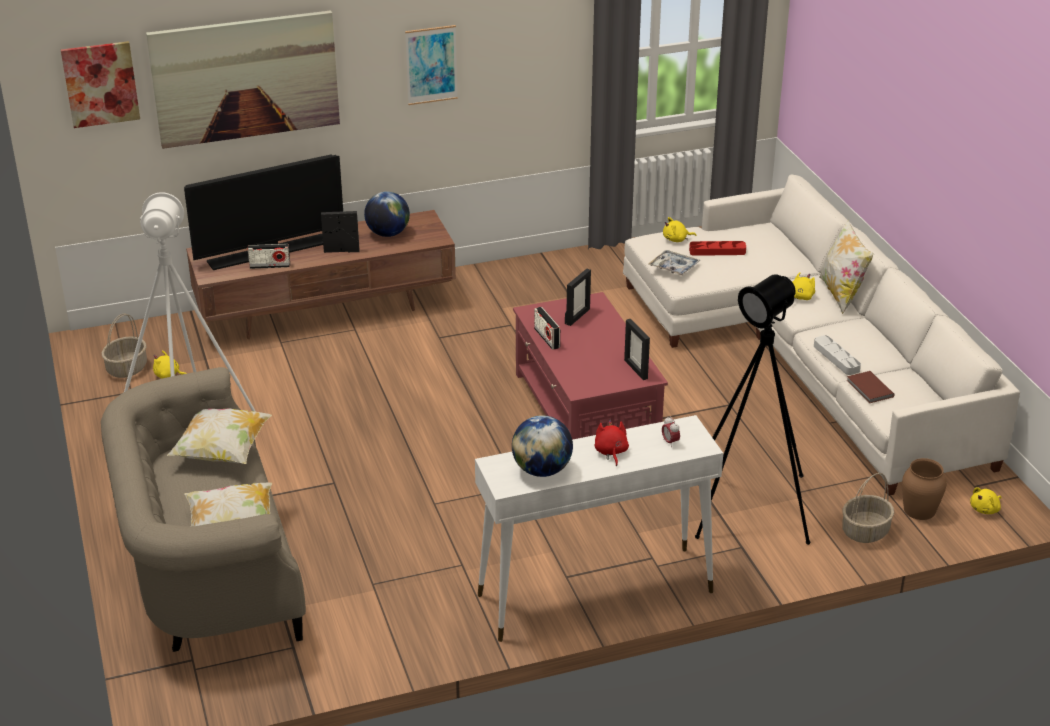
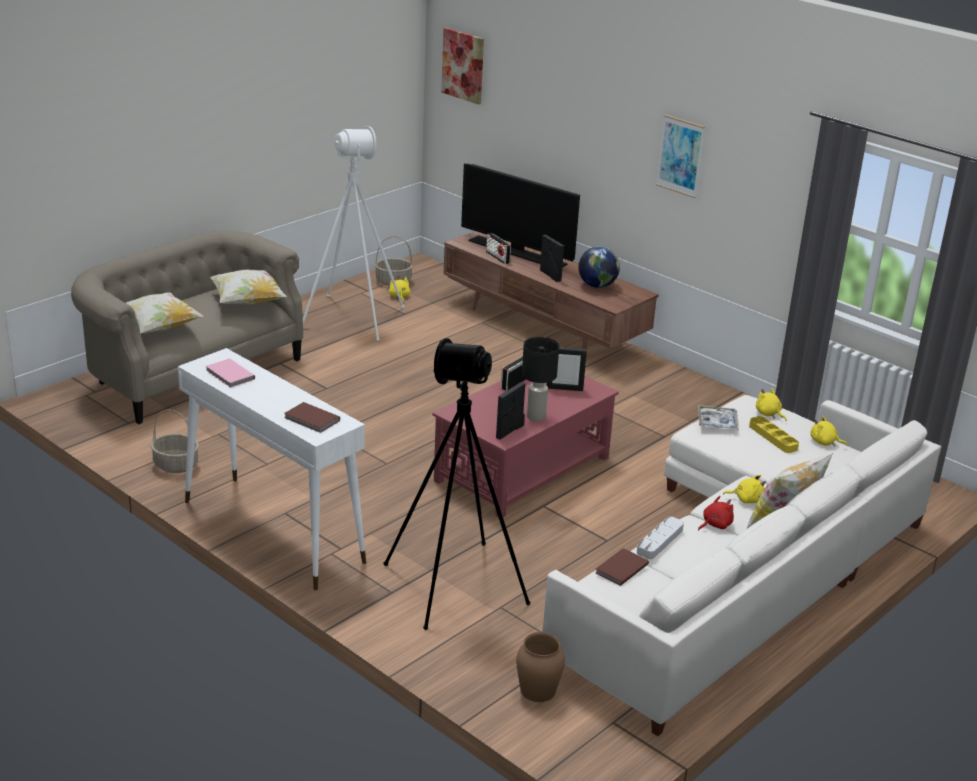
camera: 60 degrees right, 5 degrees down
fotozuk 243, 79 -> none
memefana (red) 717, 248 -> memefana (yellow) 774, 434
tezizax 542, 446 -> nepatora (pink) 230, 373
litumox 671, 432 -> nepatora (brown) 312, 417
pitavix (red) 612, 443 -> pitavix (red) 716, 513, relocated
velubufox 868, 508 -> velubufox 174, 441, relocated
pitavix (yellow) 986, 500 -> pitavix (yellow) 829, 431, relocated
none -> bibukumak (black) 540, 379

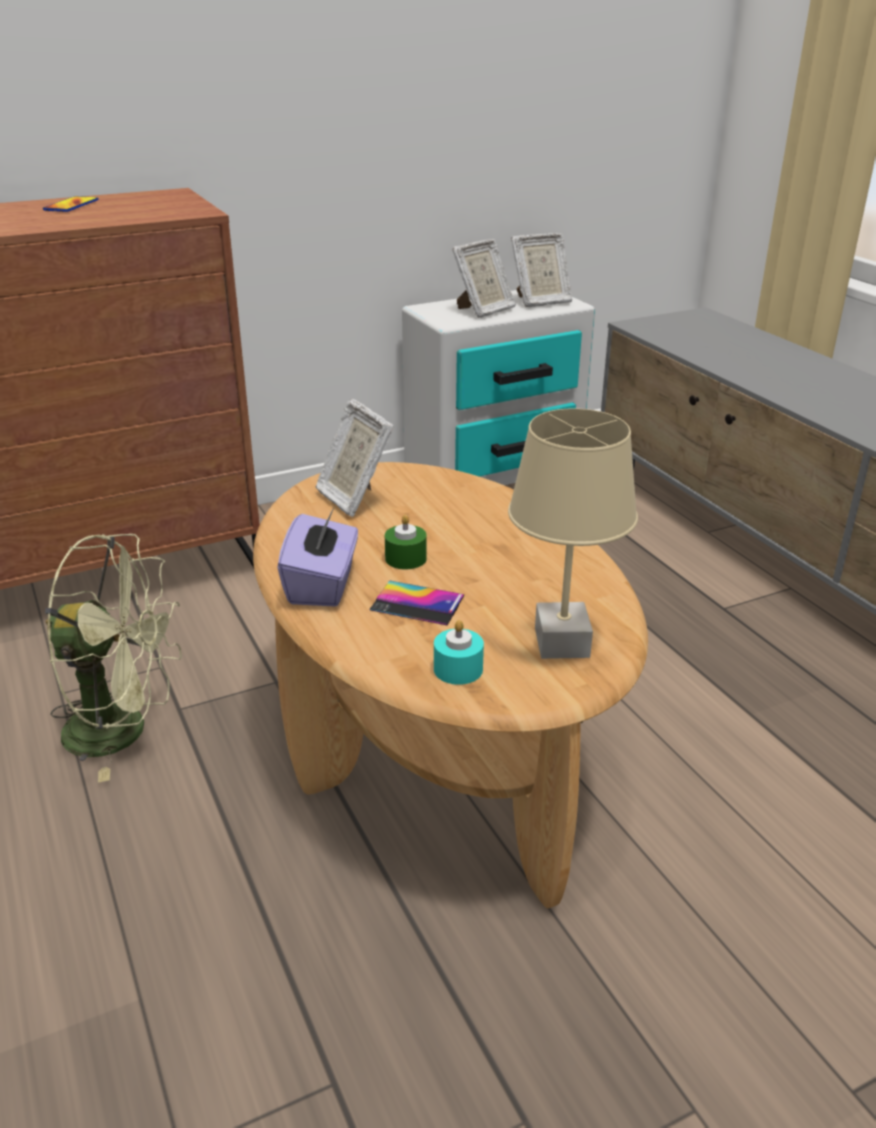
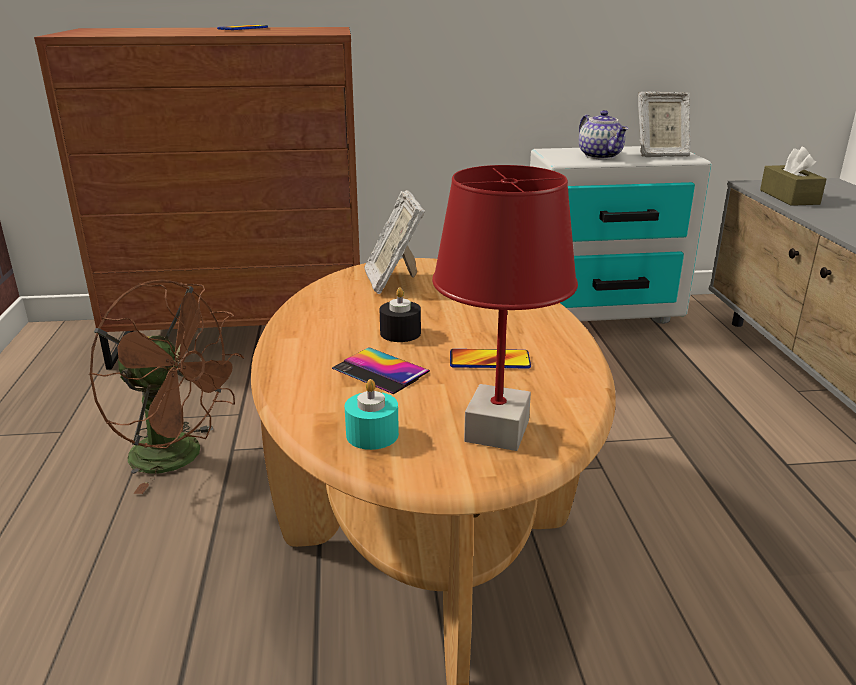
camera: 20 degrees right, 5 degrees down
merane 484, 278 -> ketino 603, 135
bibukumak (beige) 573, 533 -> bibukumak (red) 505, 308
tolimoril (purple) 317, 557 -> none
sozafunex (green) 406, 542 -> sozafunex (black) 400, 314
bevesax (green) 113, 658 -> bevesax (brown) 166, 386
none -> tolimoril (brown) 793, 176
none -> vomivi 490, 359

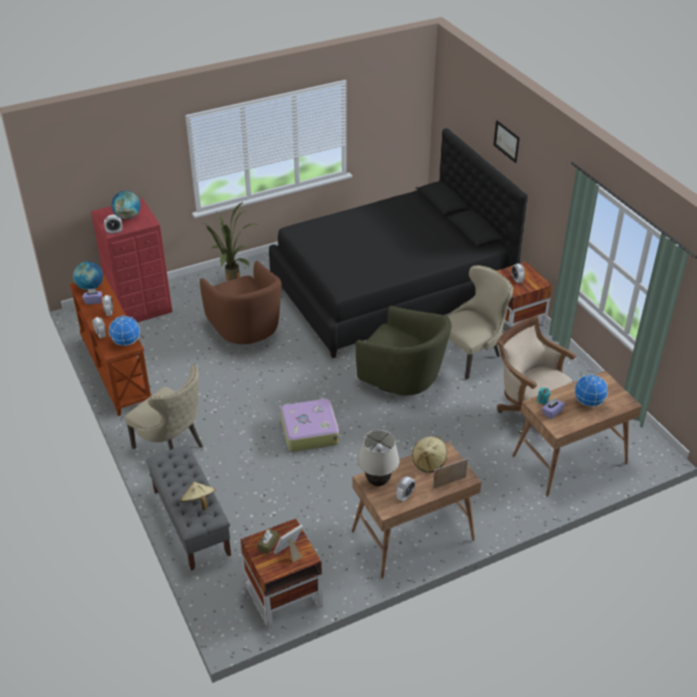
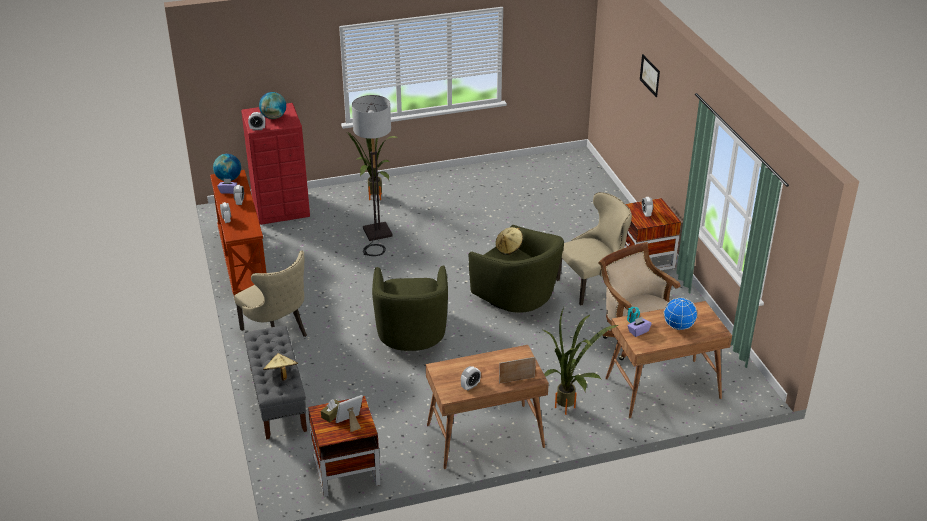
camera: 10 degrees right, 5 degrees down
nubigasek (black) 398, 243 -> none
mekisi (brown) 240, 302 -> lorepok 372, 176
tezizax 124, 330 -> none
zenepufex 309, 425 -> mekisi (green) 410, 308
bibukumak (beige) 379, 458 -> none
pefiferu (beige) 429, 454 -> pefiferu (beige) 509, 241, relocated
none -> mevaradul 580, 361

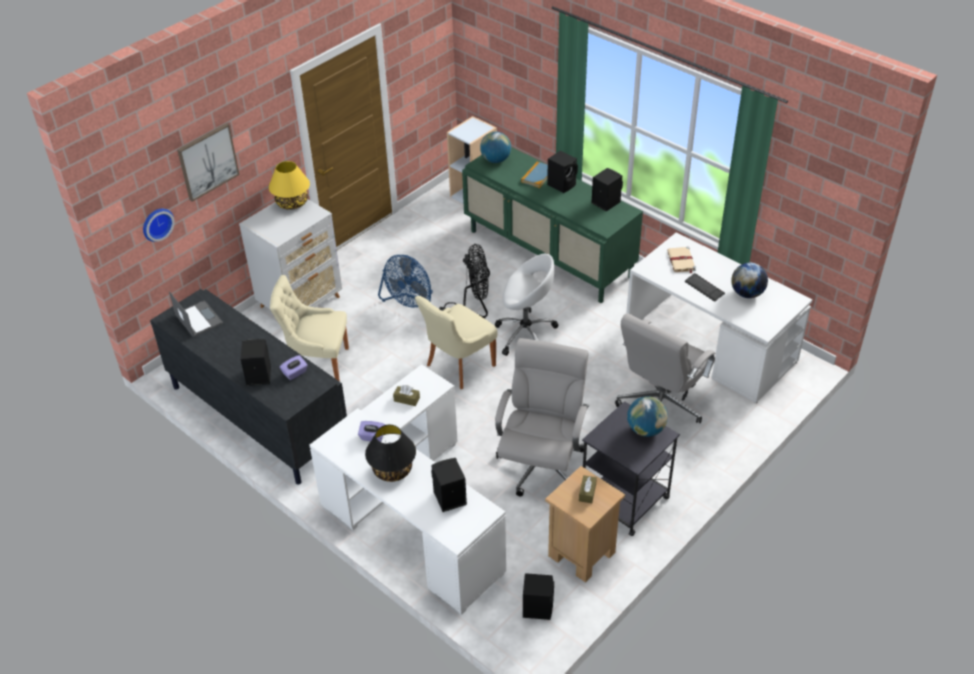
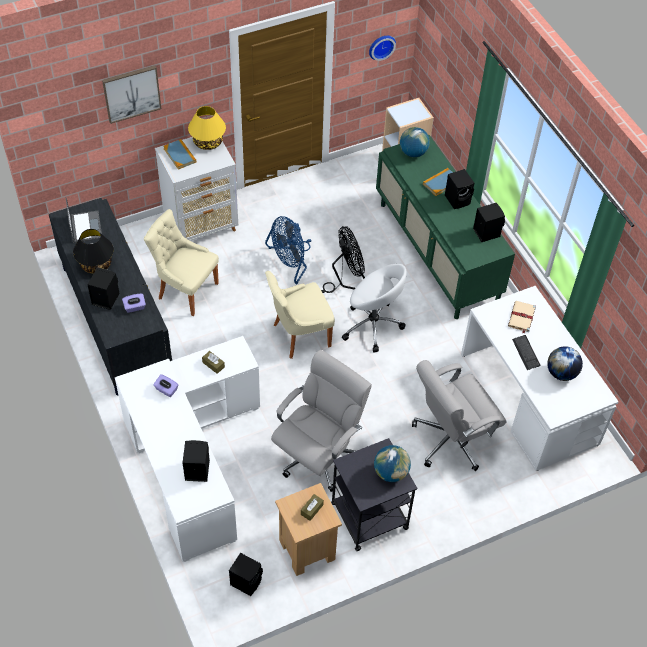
camera: 20 degrees right, 10 degrees up
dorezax 159, 225 -> dorezax 382, 48, relocated
bevesax (black) 464, 281 -> bevesax (black) 343, 259, 45 degrees counterclockwise
bibukumak (black) 390, 453 -> bibukumak (black) 93, 251, relocated
none -> nepatora 179, 154

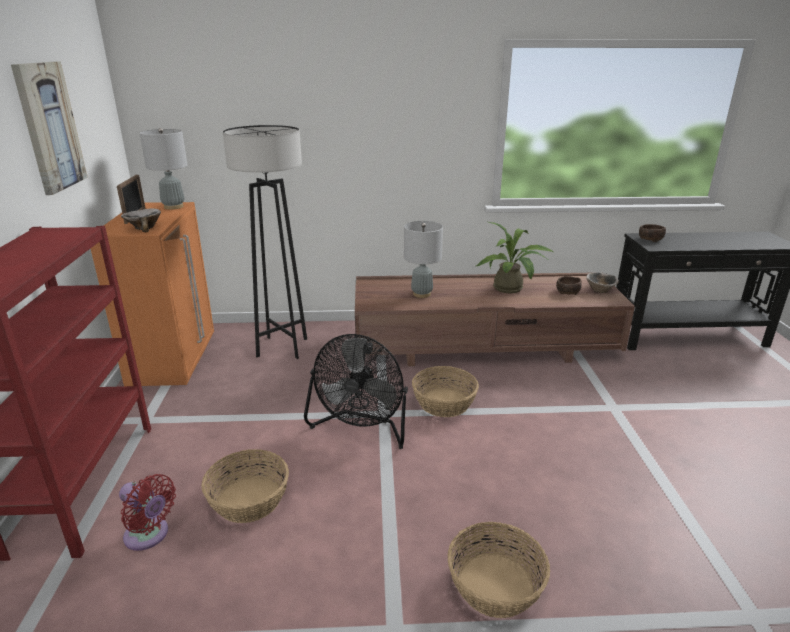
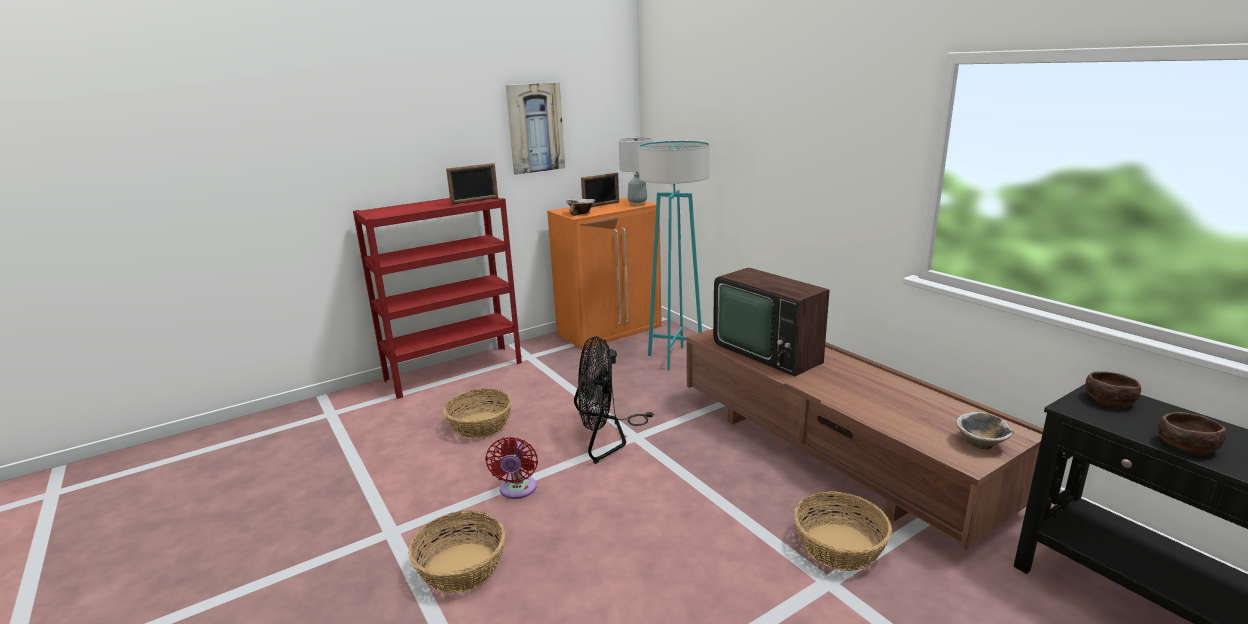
camera: 60 degrees right, 5 degrees down
lorepok (grey) 265, 242 -> lorepok (turquoise) 674, 256
bibukumak (grey) 423, 259 -> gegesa 771, 322
mevaradul 514, 257 -> none
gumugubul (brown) 569, 285 -> gumugubul (brown) 1192, 434, relocated
velubufox 445, 391 -> velubufox 843, 531, relocated
bevesax (red) 147, 512 -> bevesax (red) 511, 467, relocated
none -> merane 472, 184

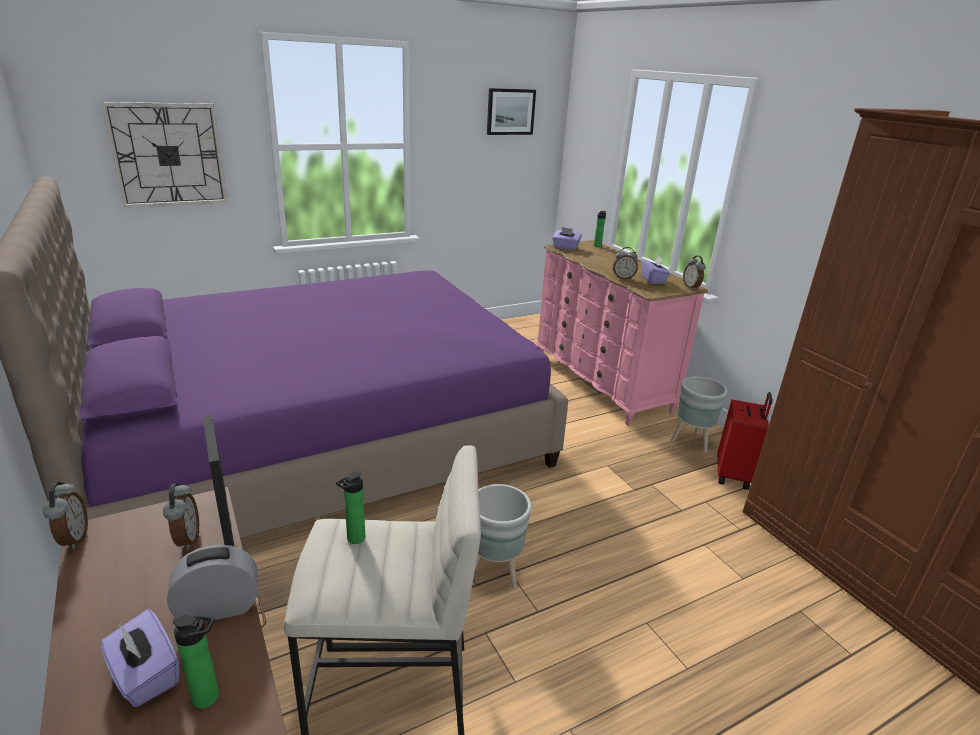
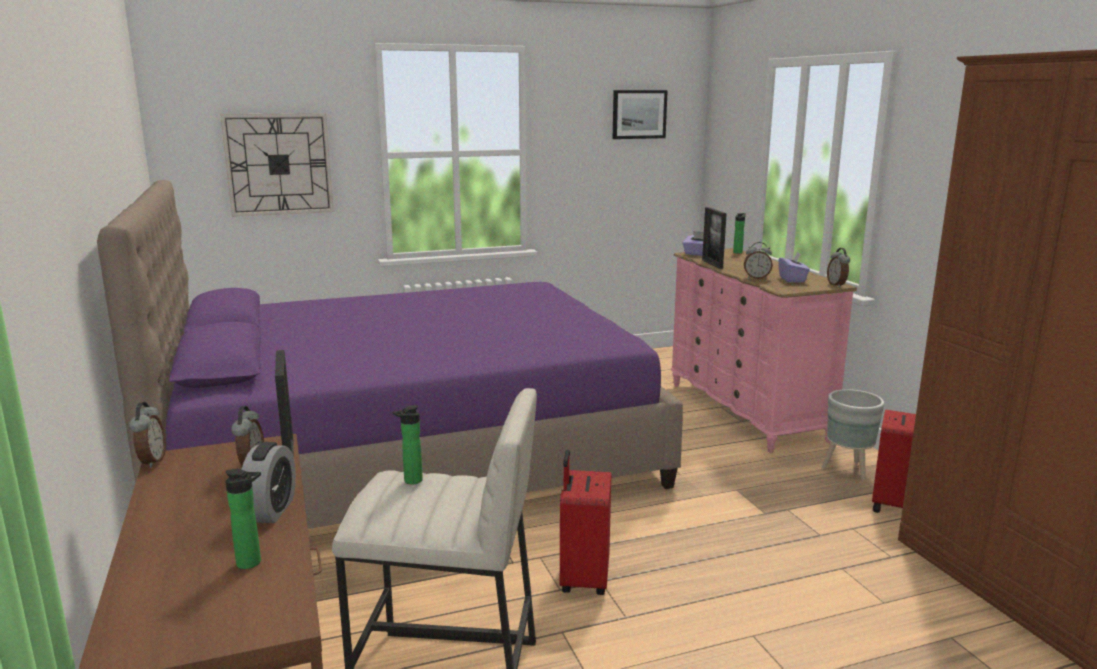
camera: 10 degrees right, 10 degrees down
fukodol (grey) 503, 536 -> zenepufex (red) 585, 522
litumox 212, 584 -> litumox 268, 482, 105 degrees clockwise
tolimoril (purple) 140, 658 -> none
none -> merane 714, 238

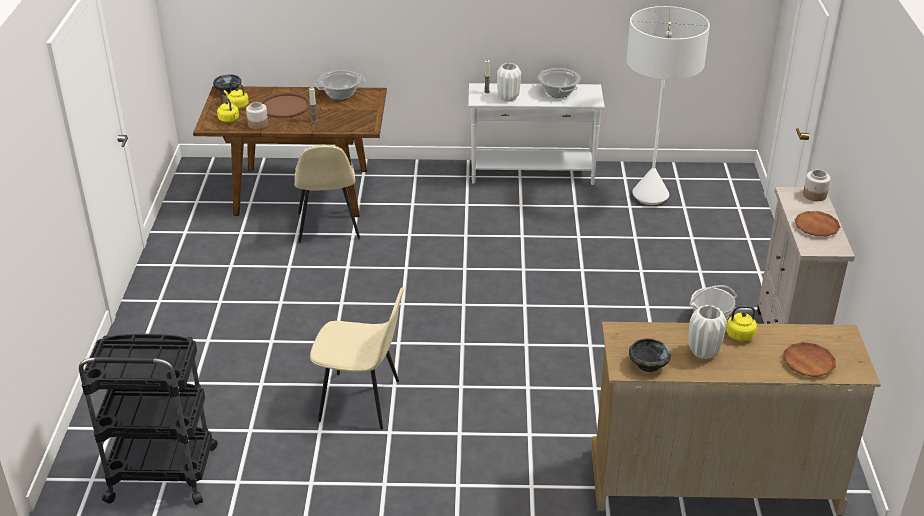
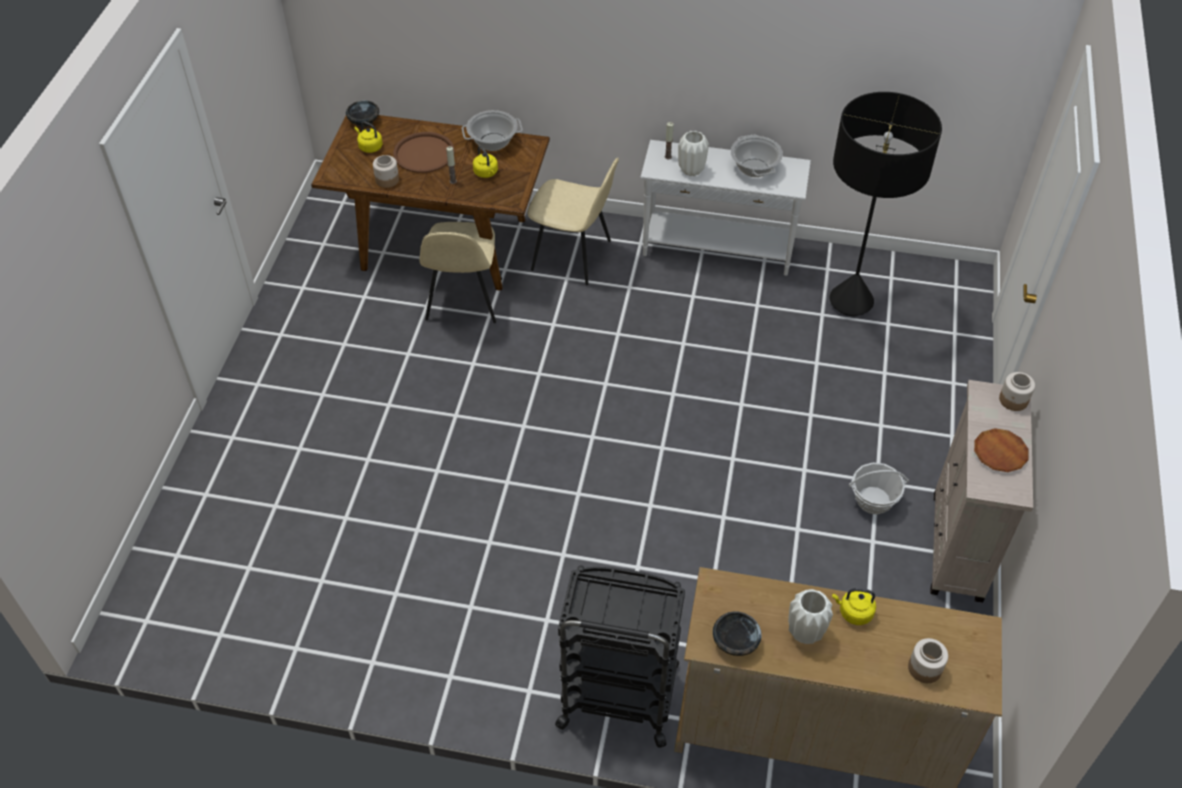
camera: 10 degrees right, 15 degrees up
lorepok (white) 668, 105 -> lorepok (black) 886, 204
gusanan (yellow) 228, 109 -> gusanan (yellow) 485, 162, relocated
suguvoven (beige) 357, 358 -> suguvoven (beige) 573, 221, relocated
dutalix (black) 148, 419 -> dutalix (black) 620, 656, relocated
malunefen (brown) 810, 359 -> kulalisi 928, 660

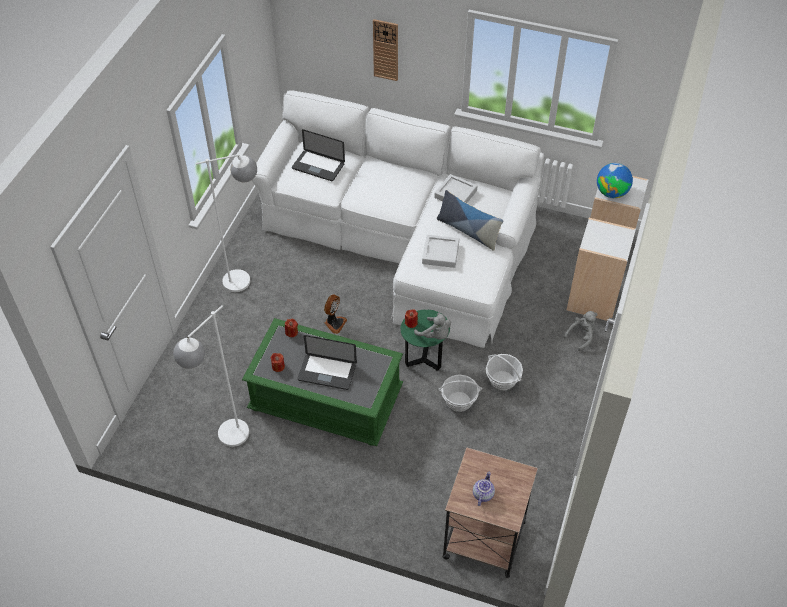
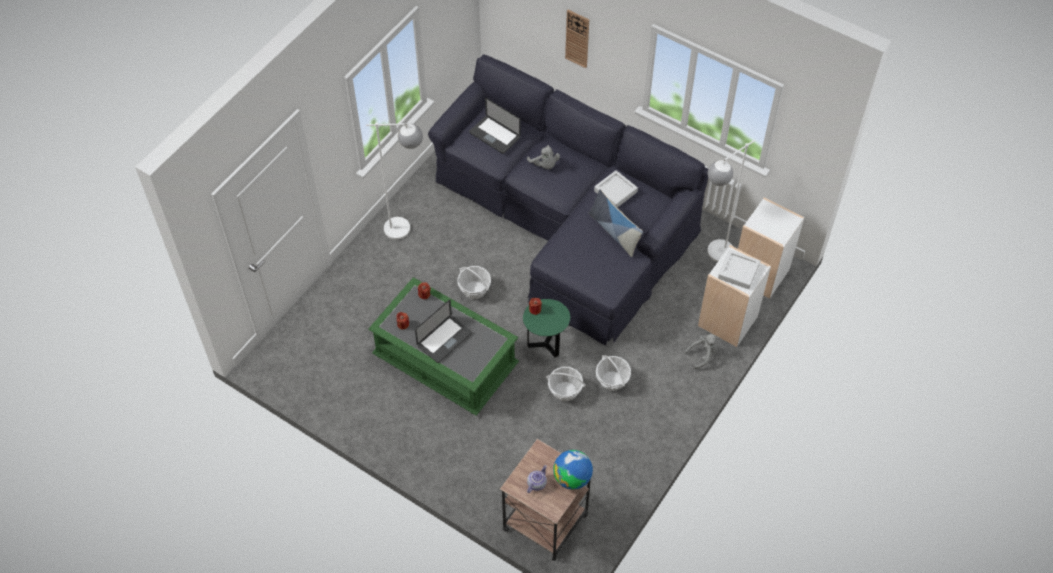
camera: 15 degrees right, 5 degrees up
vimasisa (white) 397, 219 -> vimasisa (black) 568, 199
tezizax 615, 180 -> tezizax 573, 470, relocated
memefana (grey) 440, 251 -> memefana (grey) 739, 269, relocated
bevesax 335, 314 -> velubufox 474, 282
lorepok (white) 211, 376 -> lorepok (white) 731, 201, relocated
pitavix (grey) 432, 326 -> pitavix (grey) 543, 157, relocated
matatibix 327, 362 -> matatibix 443, 331, 75 degrees counterclockwise

